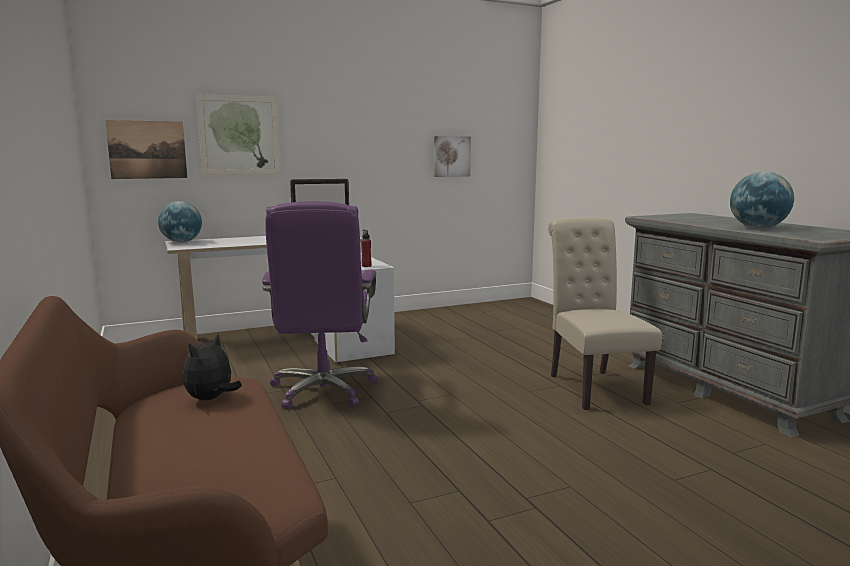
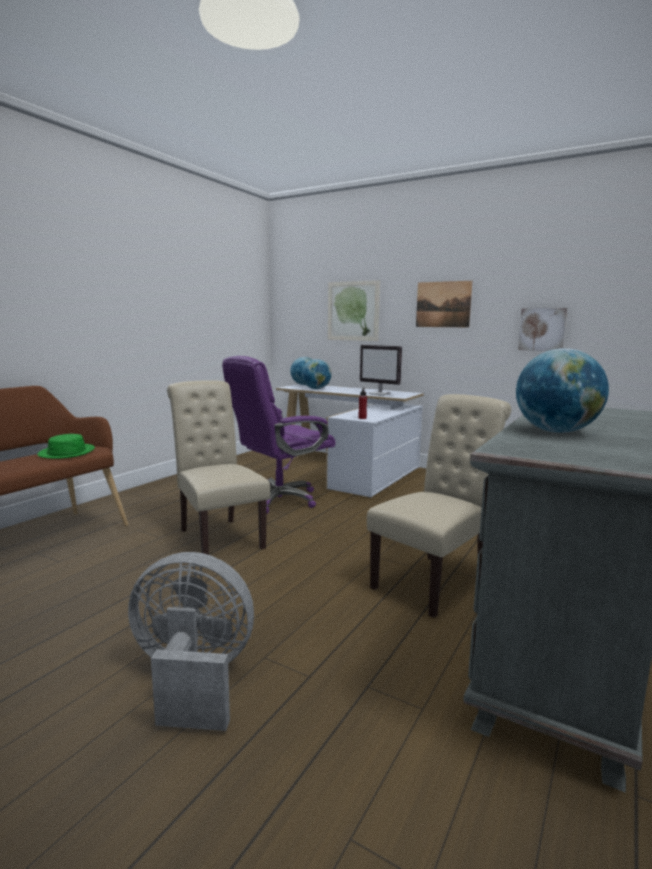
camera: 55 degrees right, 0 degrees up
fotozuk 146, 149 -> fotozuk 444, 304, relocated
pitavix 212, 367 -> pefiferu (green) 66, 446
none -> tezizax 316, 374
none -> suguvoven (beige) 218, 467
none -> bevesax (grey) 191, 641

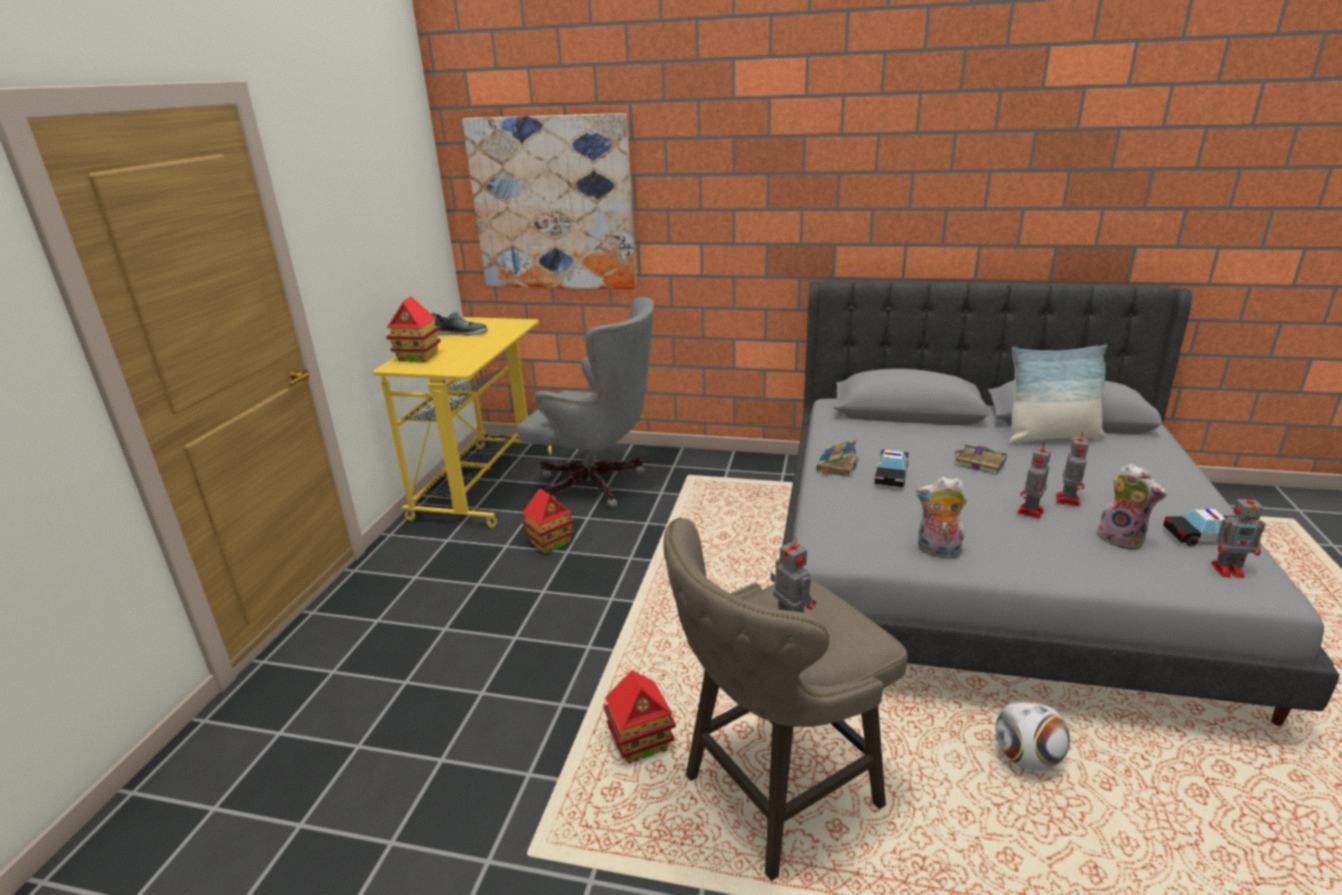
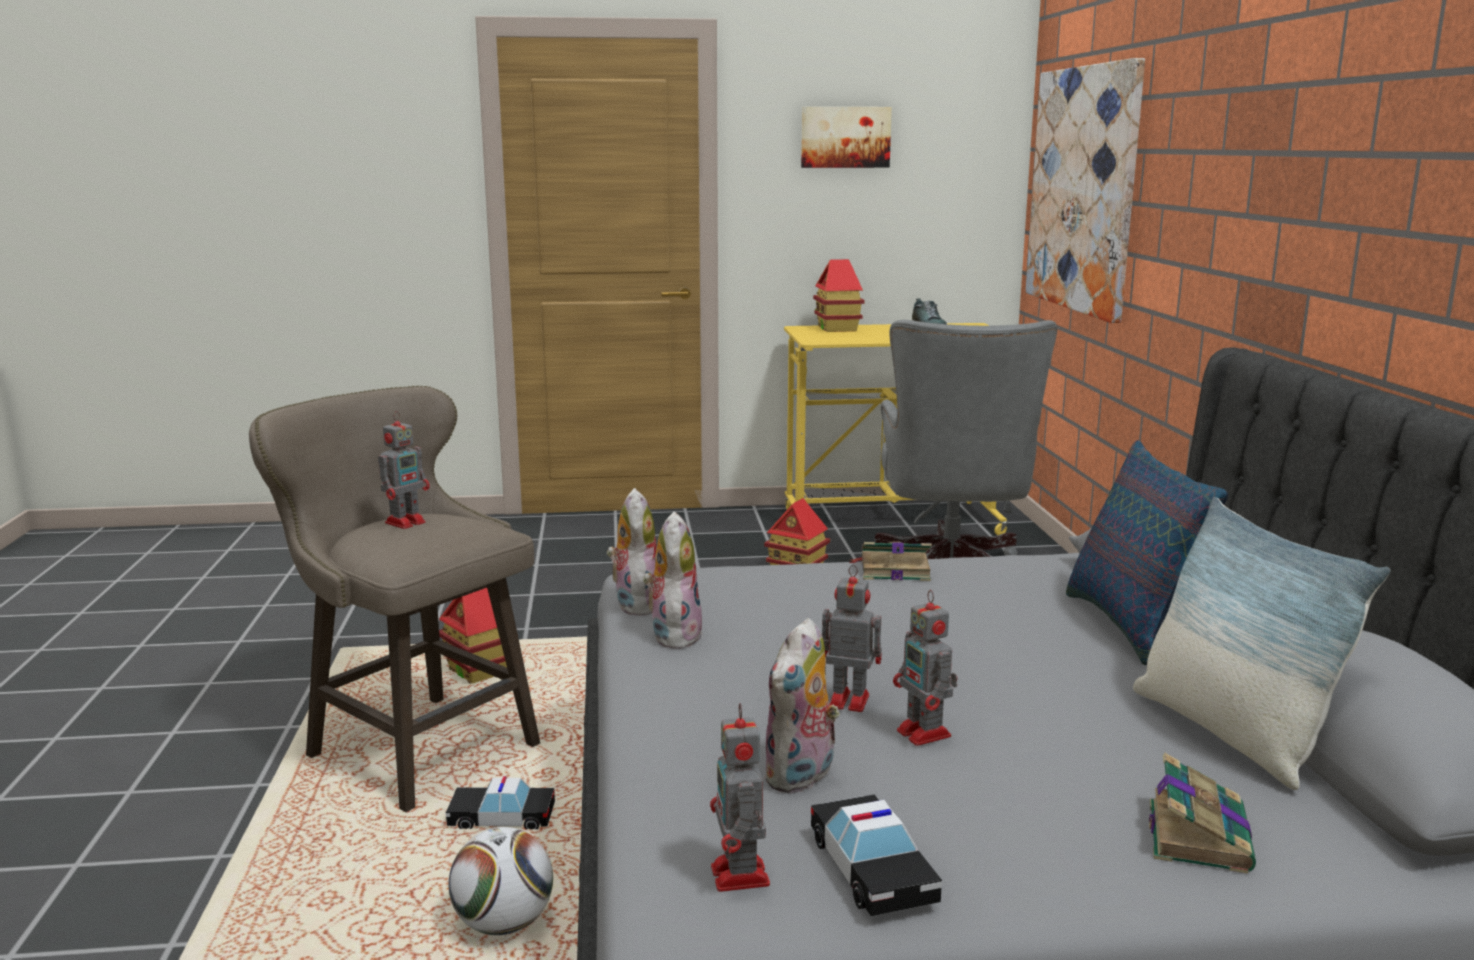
camera: 70 degrees right, 10 degrees down
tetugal 1072, 469 -> tetugal 925, 668, 60 degrees clockwise
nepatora 980, 459 -> nepatora 1202, 813, relocated
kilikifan 892, 468 -> kilikifan 500, 802, relocated
none -> fotozuk 846, 137
none -> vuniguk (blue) 1147, 552
none -> pitavix 631, 552

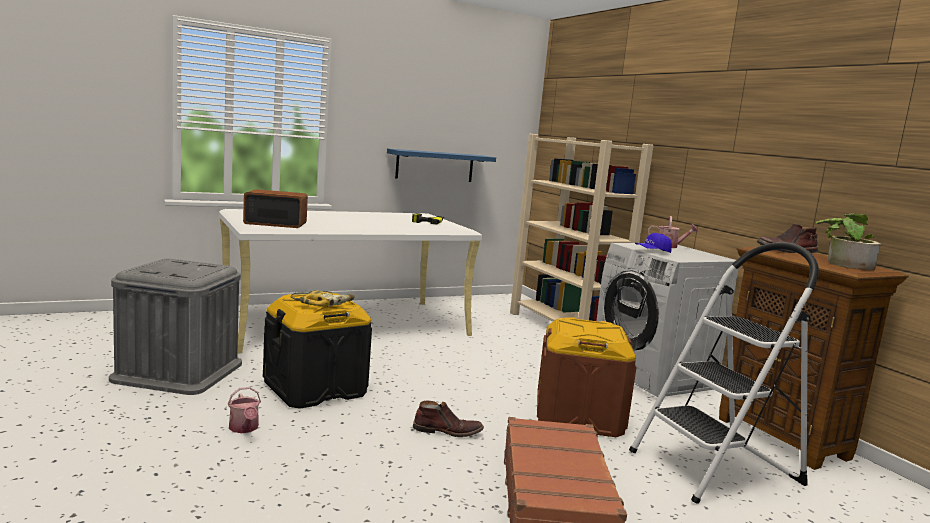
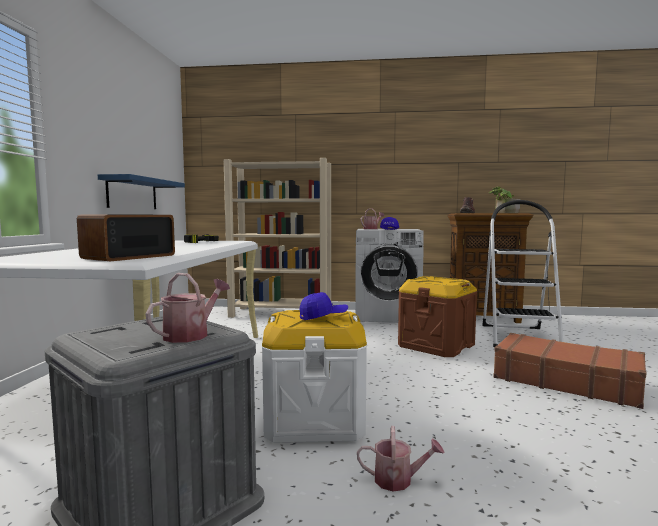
camera: 55 degrees left, 5 degrees down
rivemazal 323, 298 -> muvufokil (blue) 324, 306
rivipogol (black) 317, 350 -> rivipogol (white) 314, 376
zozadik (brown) 448, 419 -> none
none -> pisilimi 187, 308

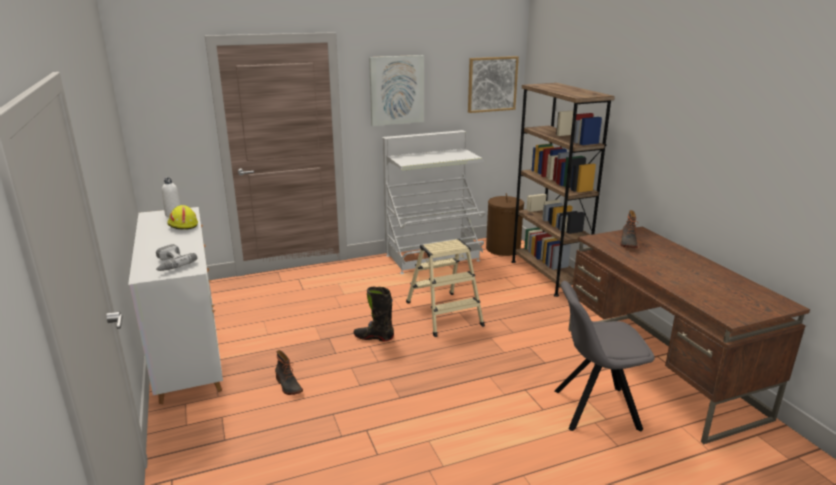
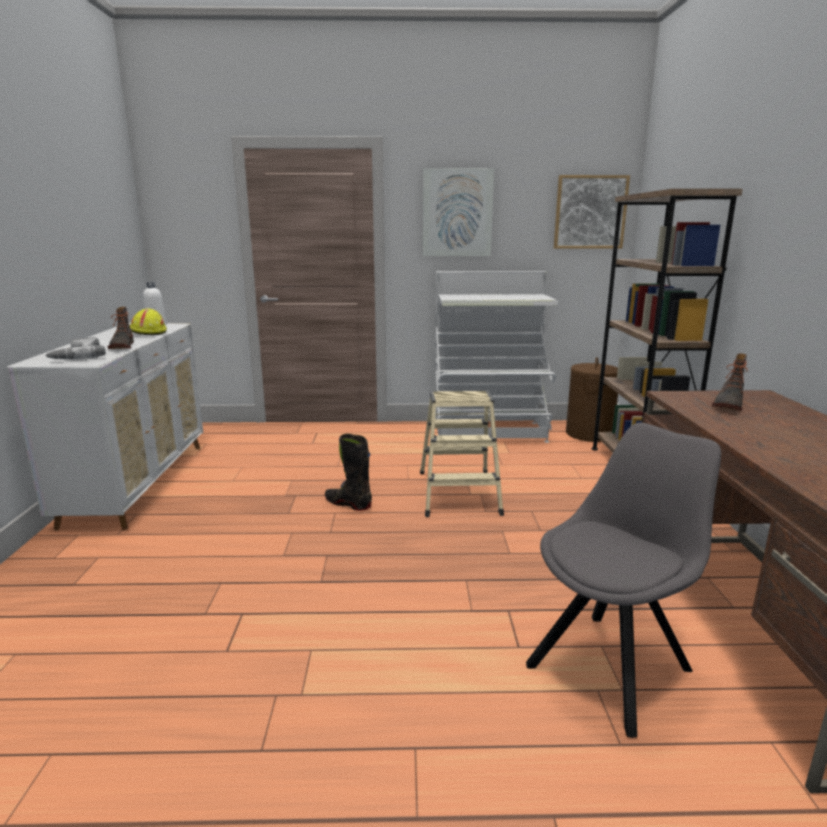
camera: 20 degrees right, 5 degrees down
suguvoven (grey) 605, 356 -> suguvoven (grey) 623, 580, 120 degrees clockwise
zozadik 289, 372 -> zozadik 121, 328, relocated

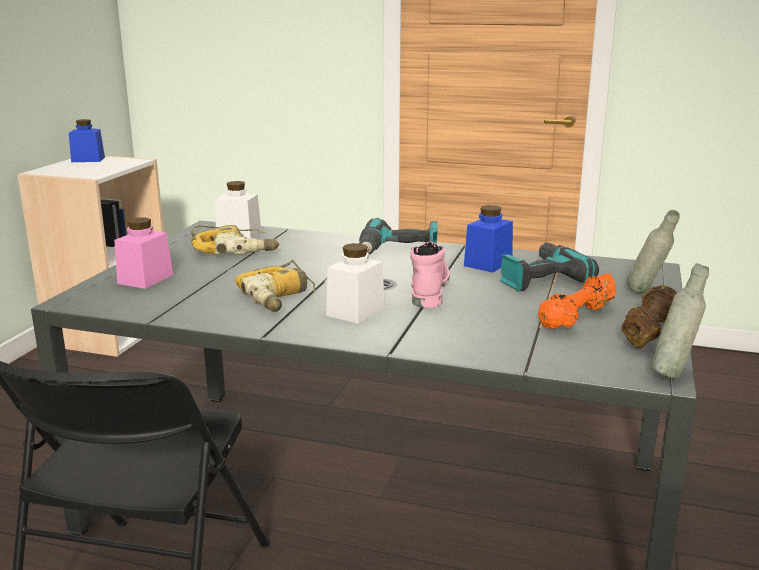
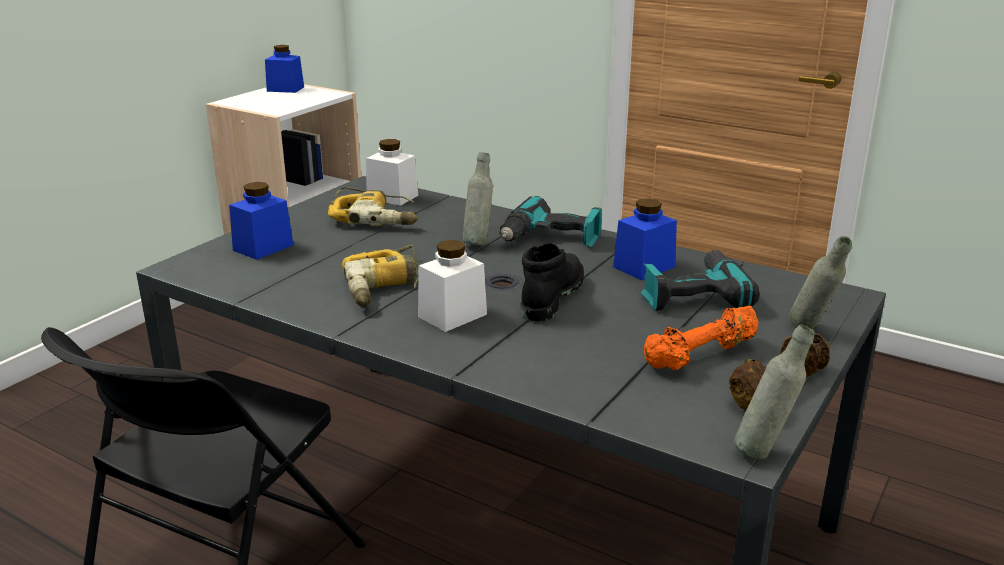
camera: 15 degrees right, 5 degrees up
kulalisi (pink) 143, 253 -> kulalisi (blue) 261, 221
zozadik (pink) 430, 275 -> zozadik (black) 552, 281
none -> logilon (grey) 478, 199

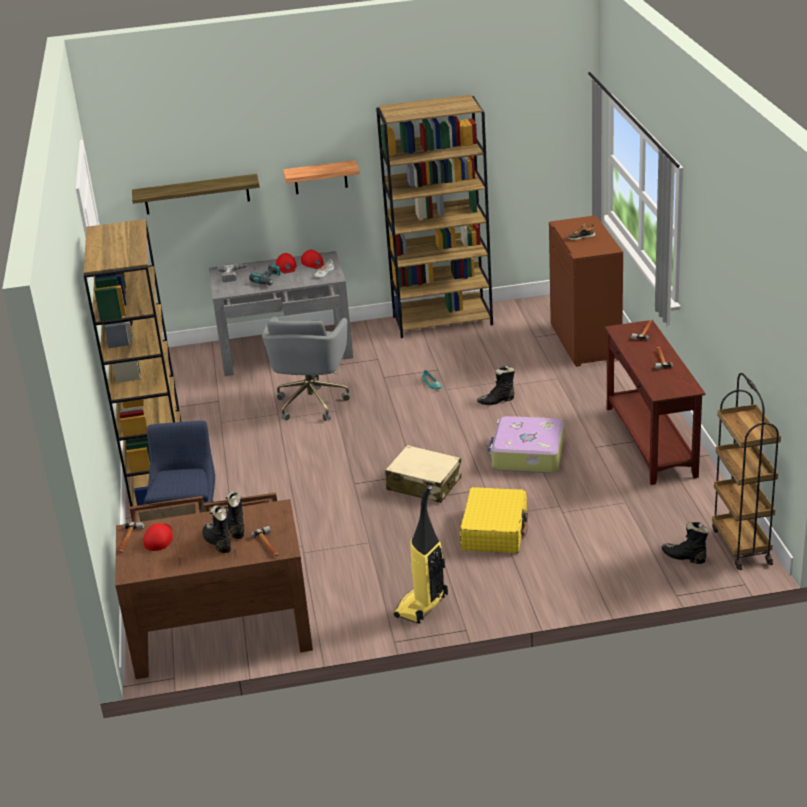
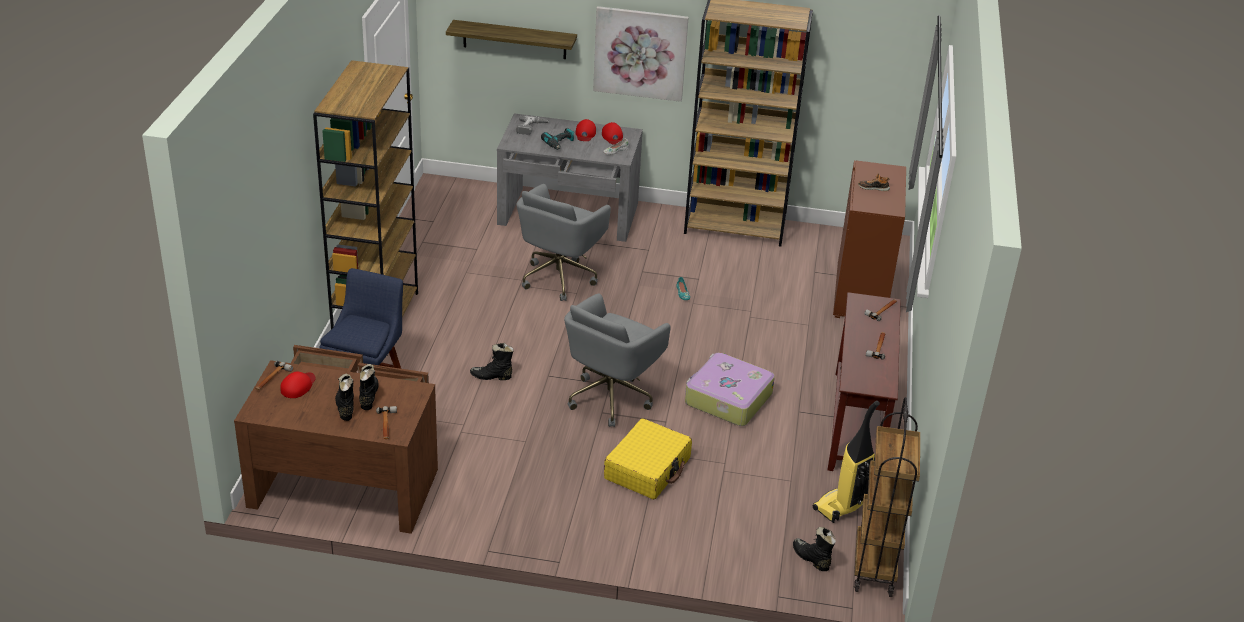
camera: 15 degrees right, 5 degrees up
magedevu 321, 177 -> fotozuk 641, 54
zozadik (black) 496, 385 -> zozadik (black) 492, 361, relocated
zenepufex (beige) 423, 474 -> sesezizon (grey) 617, 360
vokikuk 421, 554 -> vokikuk 846, 462, relocated

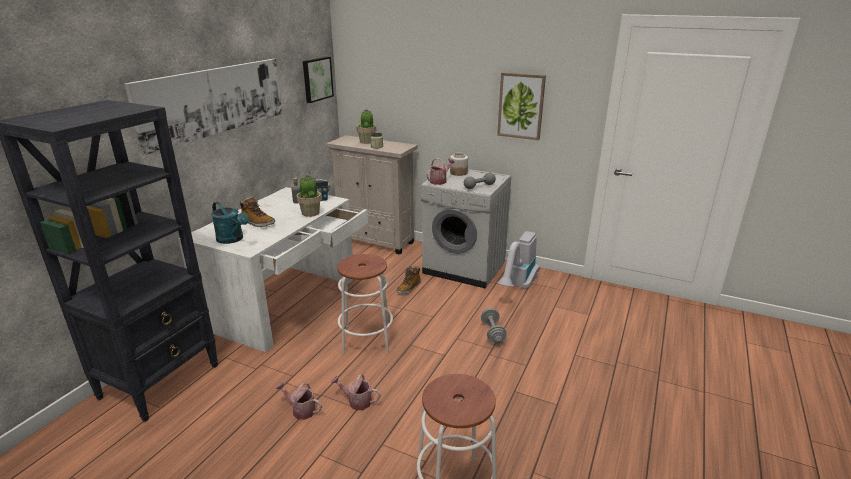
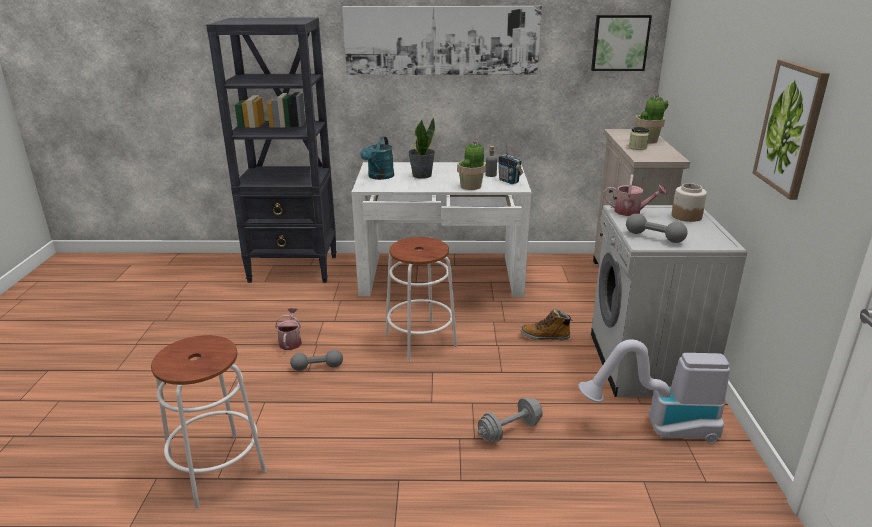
camera: 65 degrees right, 0 degrees up
zozadik 257, 212 -> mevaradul 421, 148
pisilimi 356, 392 -> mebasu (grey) 316, 360

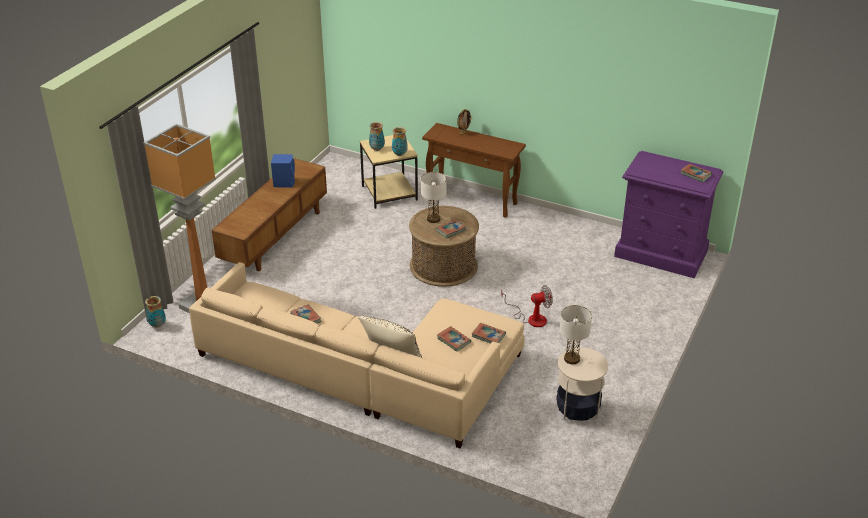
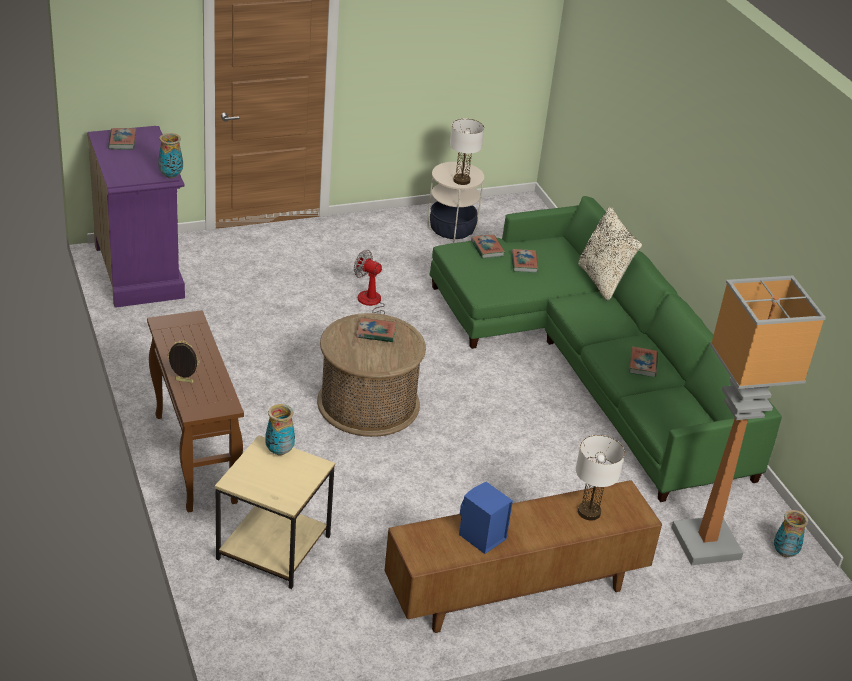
camera: 140 degrees left, 0 degrees up
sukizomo 377, 136 -> sukizomo 170, 156, relocated
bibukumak 434, 197 -> bibukumak 600, 477, relocated
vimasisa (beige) 357, 355 -> vimasisa (green) 605, 349

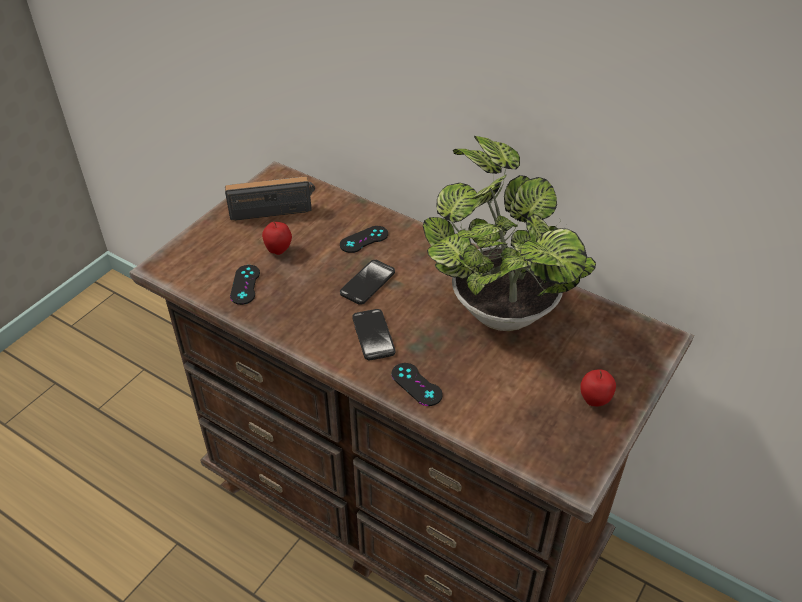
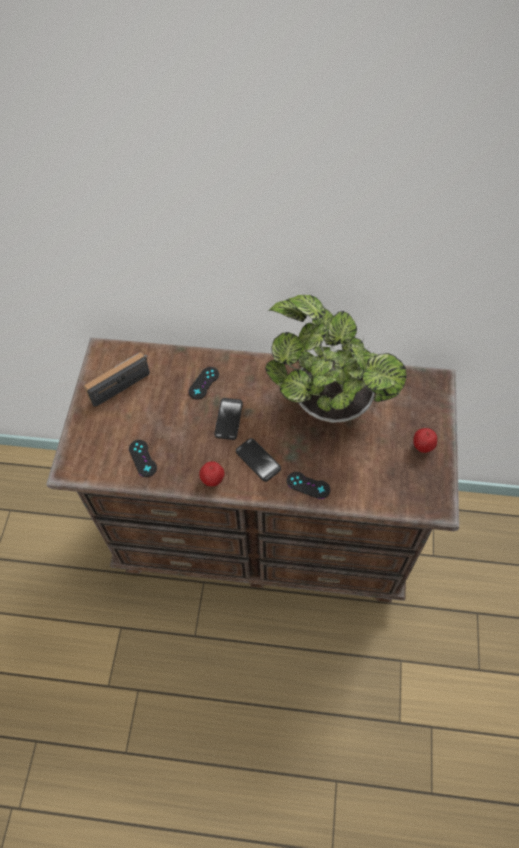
camera: 25 degrees left, 15 degrees up
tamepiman 277, 238 -> tamepiman 211, 474, relocated

